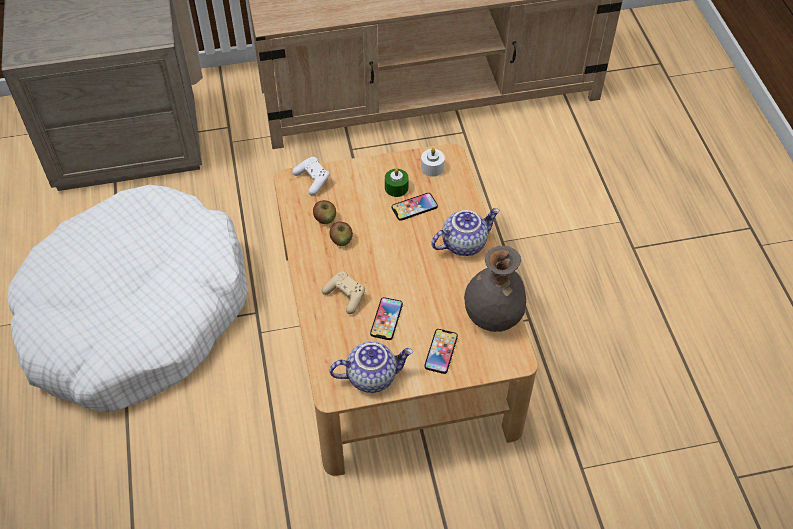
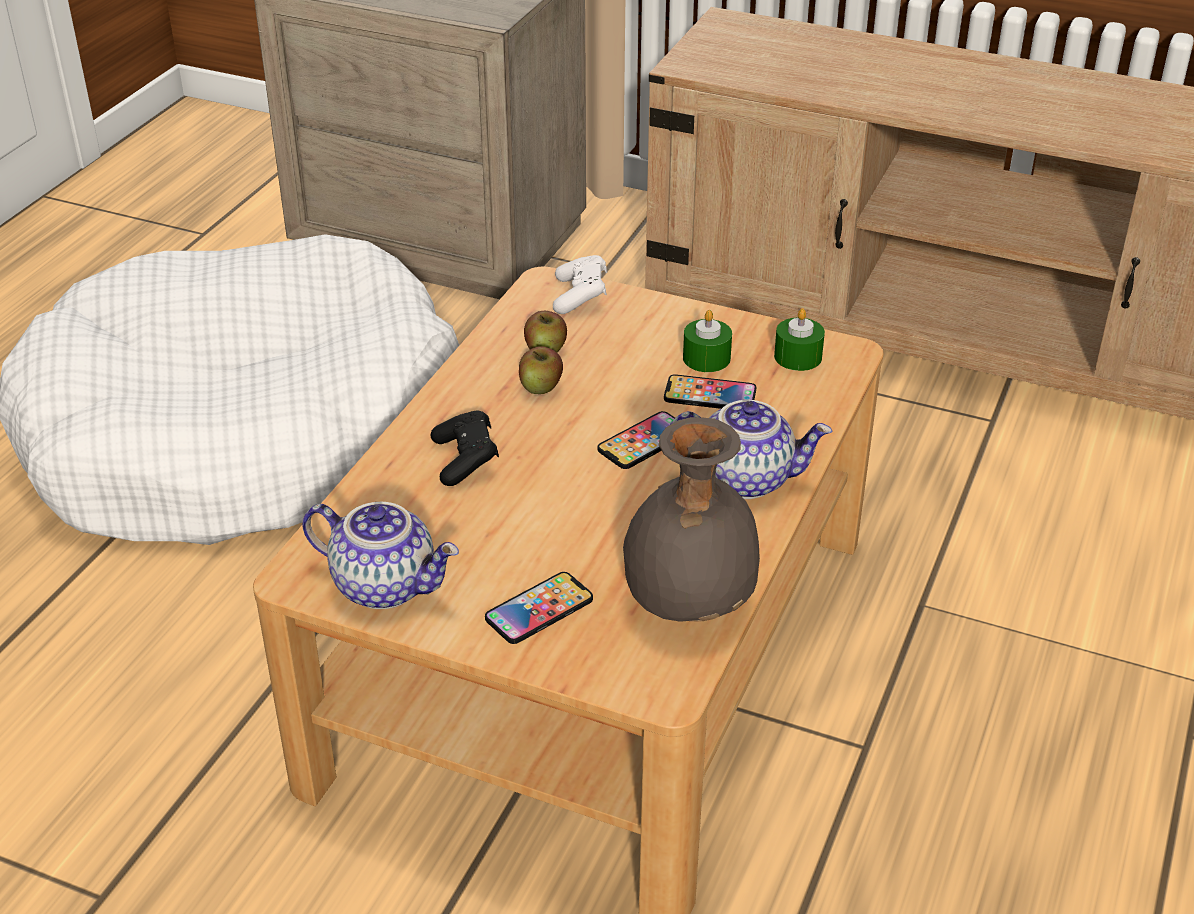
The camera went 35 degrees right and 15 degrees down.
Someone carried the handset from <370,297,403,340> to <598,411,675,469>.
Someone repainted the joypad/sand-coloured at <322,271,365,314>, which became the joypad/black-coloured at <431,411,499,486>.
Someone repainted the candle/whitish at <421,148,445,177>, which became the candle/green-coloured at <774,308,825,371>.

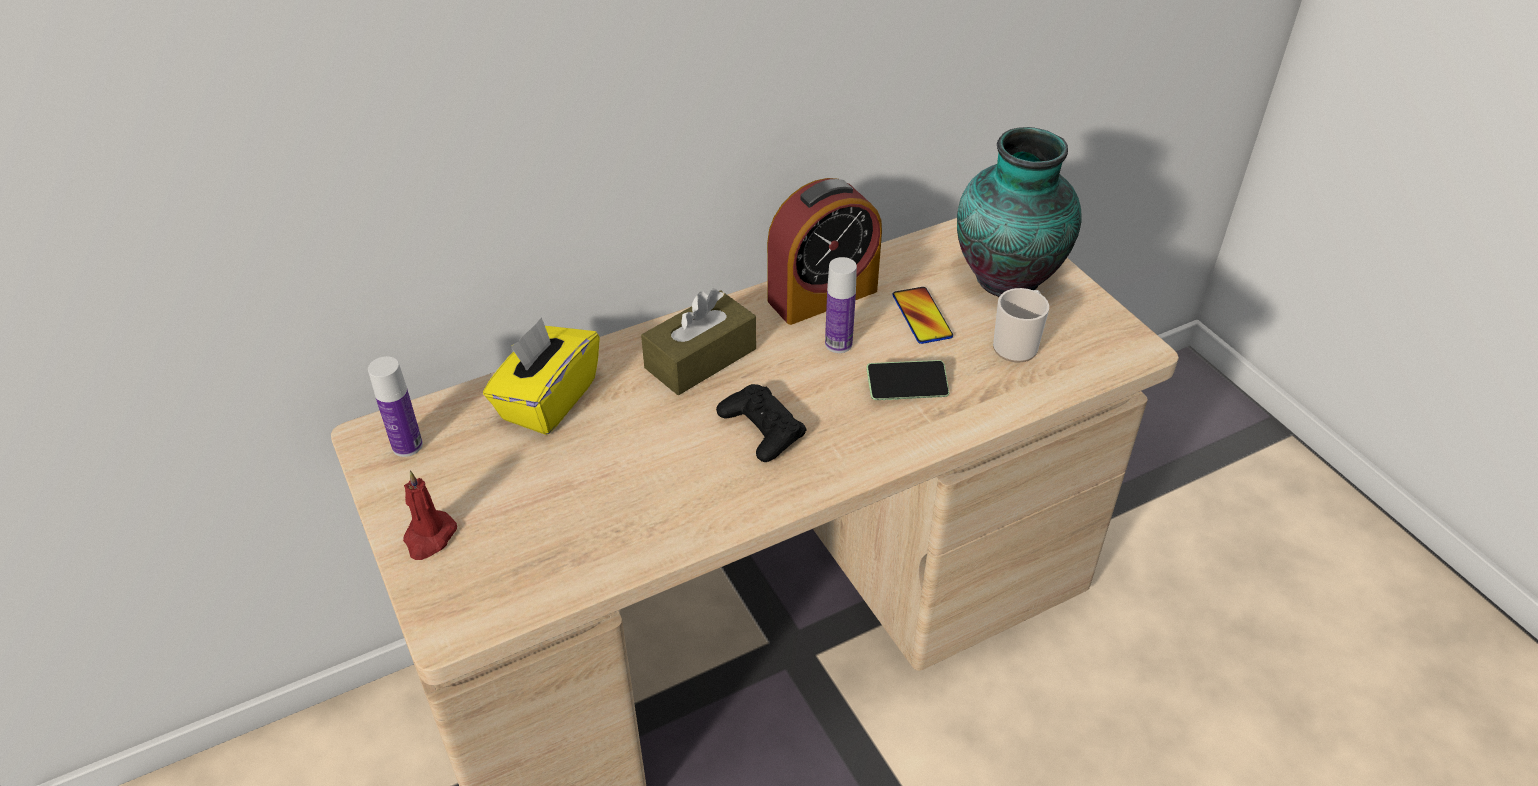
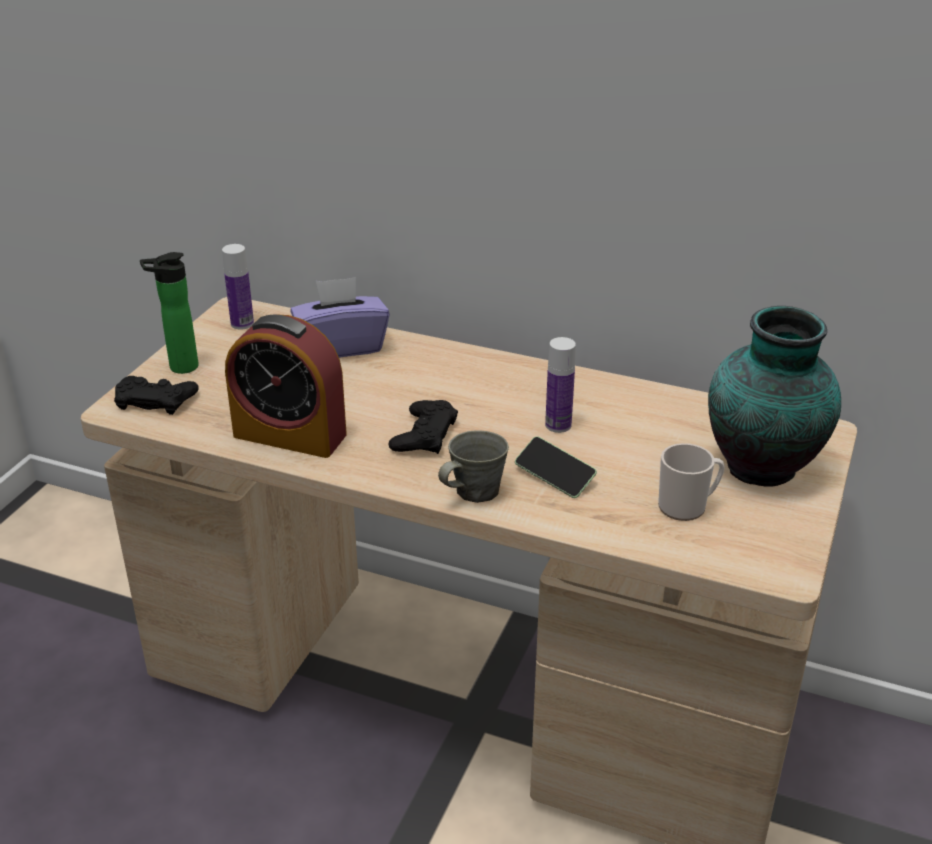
The camera went 50 degrees right and 10 degrees down.
Someone took away the tissue holder/brown-coloured at <641,289,756,395>.
Someone took away the handset at <892,287,953,344>.
Someone put down the joypad/black-coloured at <114,376,199,415>.
Someone put down the mug/greyish at <438,431,509,503>.
Someone carried the bedside clock from <767,178,882,325> to <225,314,347,458>.
Someone swapped the candle/red-coloured at <403,471,457,560> for the beverage bottle at <140,252,199,374>.
Someone repainted the tissue holder/yellow-coloured at <483,317,600,435>, which became the tissue holder/purple-coloured at <290,277,390,358>.

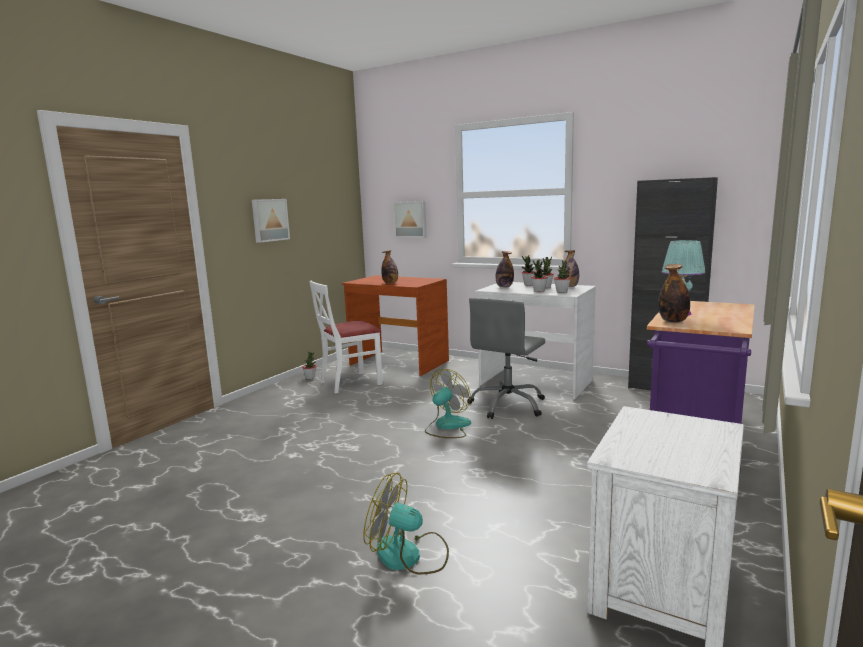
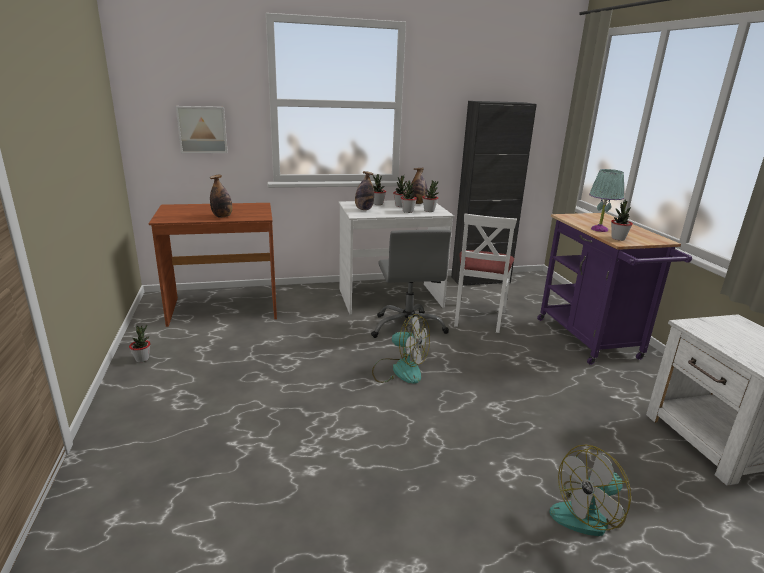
The camera went 45 degrees left and 10 degrees up.
Someone took away the wall art at <252,199,290,243>.
Someone carried the chair/whitish from <309,281,383,393> to <454,213,517,333>.
Someone swapped the beverage bottle at <658,264,690,323> for the potted plant at <611,199,633,241>.
Someone rotated the cooling fan at <425,369,471,438> by 120 degrees clockwise.

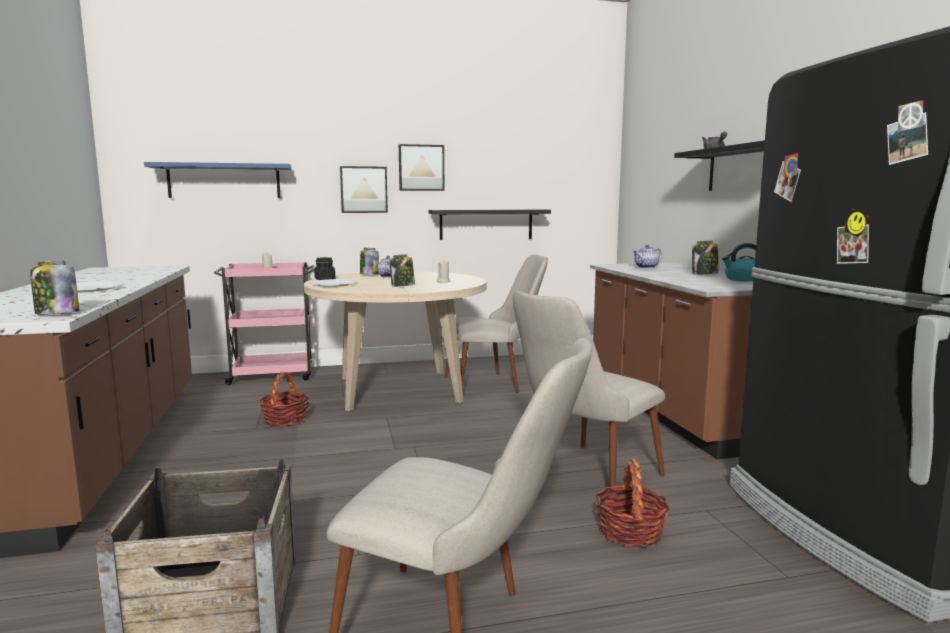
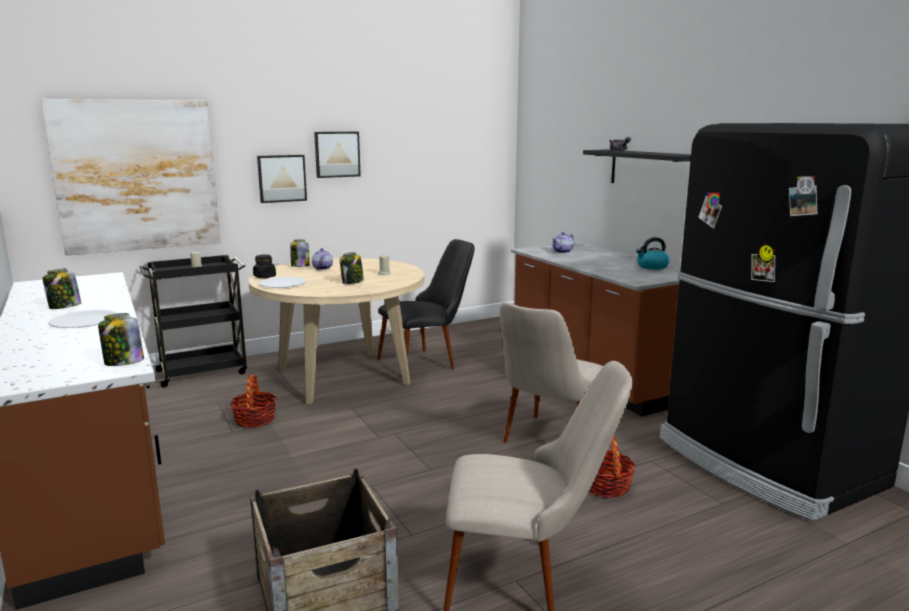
The camera went 15 degrees left and 5 degrees up.
Someone took away the shelf/black-coloured at <428,209,551,240>.
Someone carried the preserve jar from <692,240,719,275> to <43,268,81,309>.
Someone swapped the shelf/blue at <144,162,291,198> for the wall art at <41,99,221,256>.
Someone repainted the cart/pink at <214,262,315,385>, which became the cart/black-coloured at <140,255,247,388>.
Someone repainted the chair/sand-coloured at <444,254,548,393>, which became the chair/black-coloured at <377,239,475,370>.

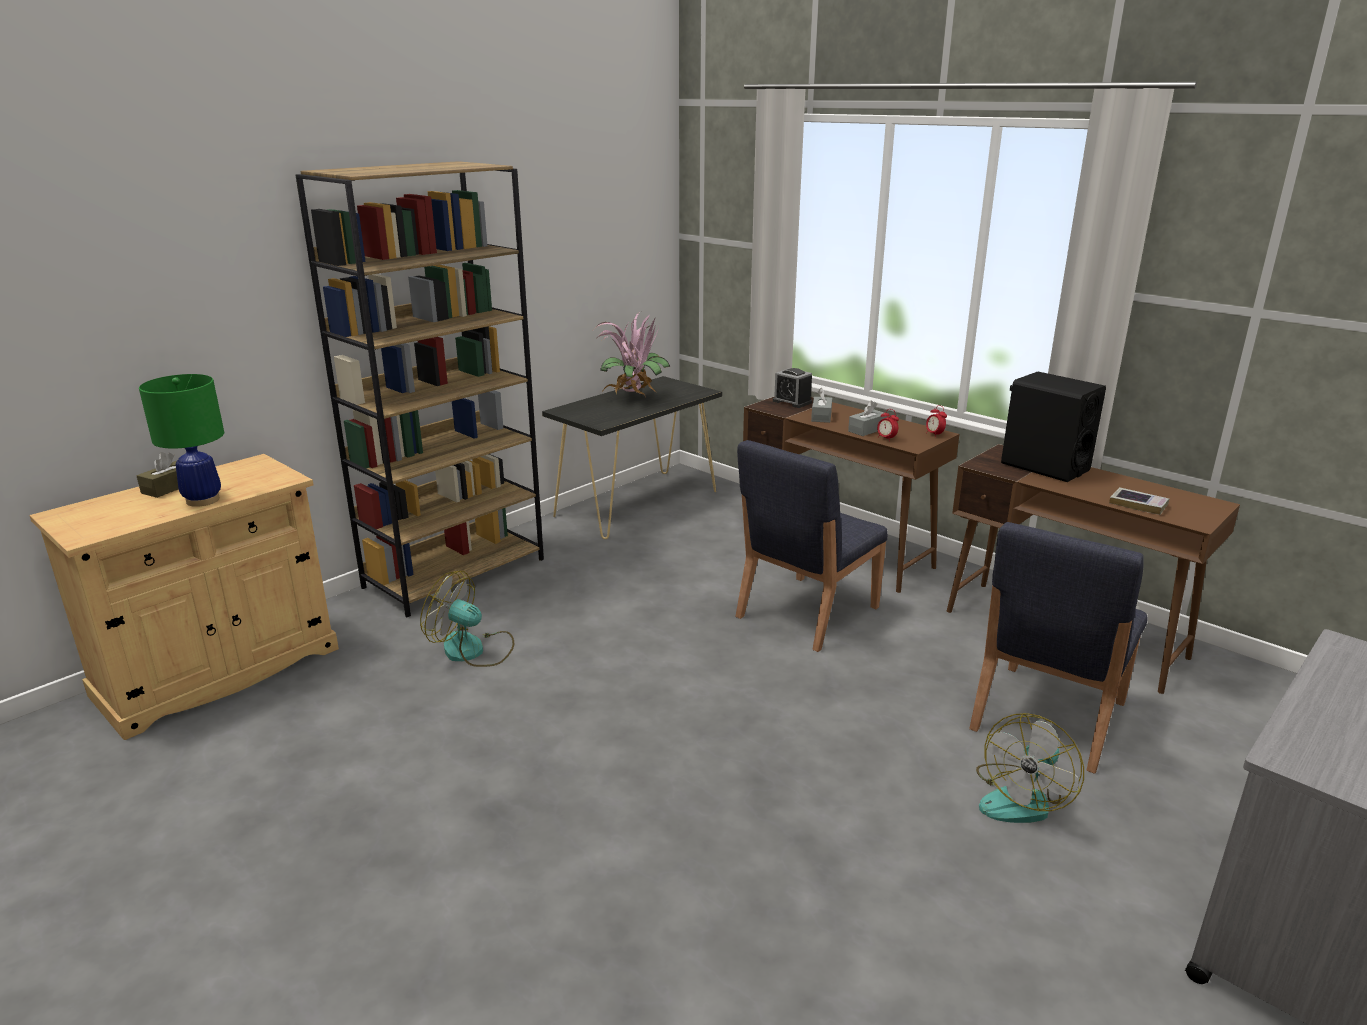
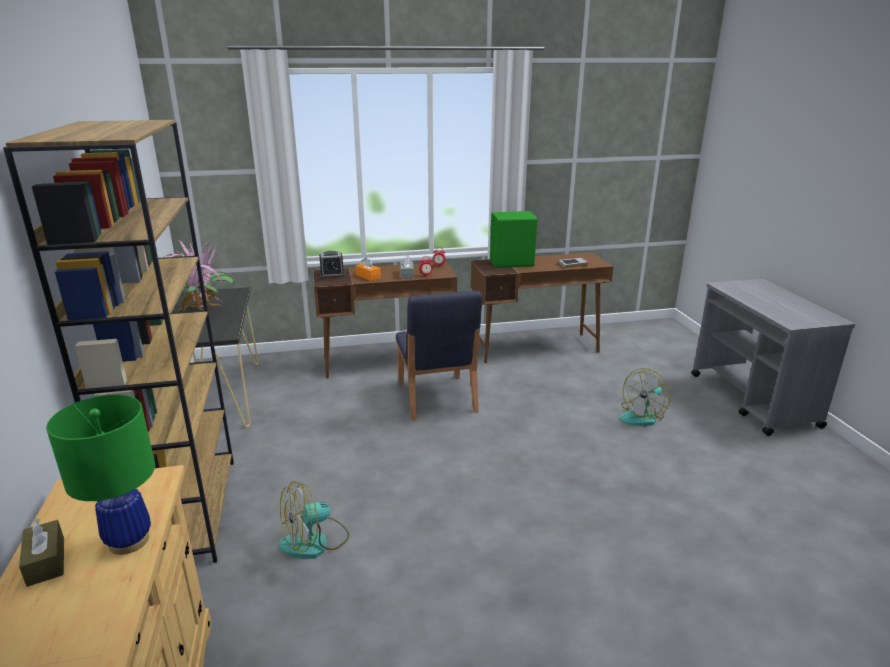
The camera went 55 degrees left and 0 degrees up.
Someone took away the chair/blue at <969,522,1148,774>.
Someone repainted the tissue holder/greyish at <811,387,832,423>, which became the tissue holder/orange-coloured at <356,257,381,281>.
Someone repainted the audio speaker/black-coloured at <1001,372,1106,482>, which became the audio speaker/green-coloured at <490,211,537,268>.
Someone rotated the cooling fan at <976,713,1084,823> by 60 degrees clockwise.

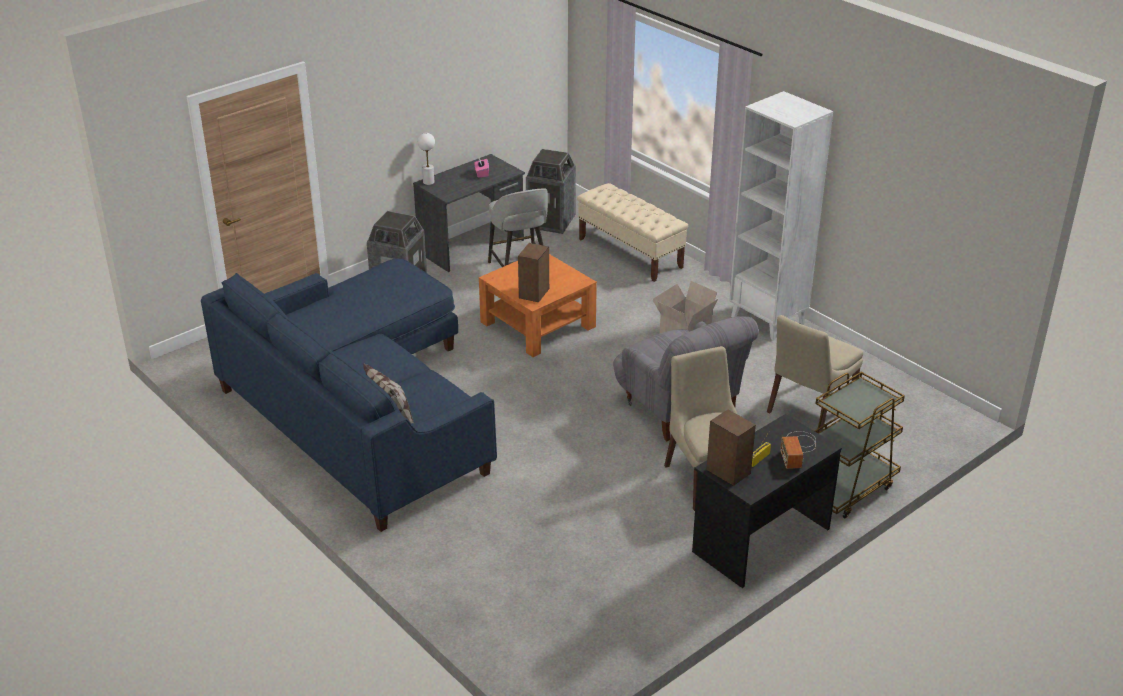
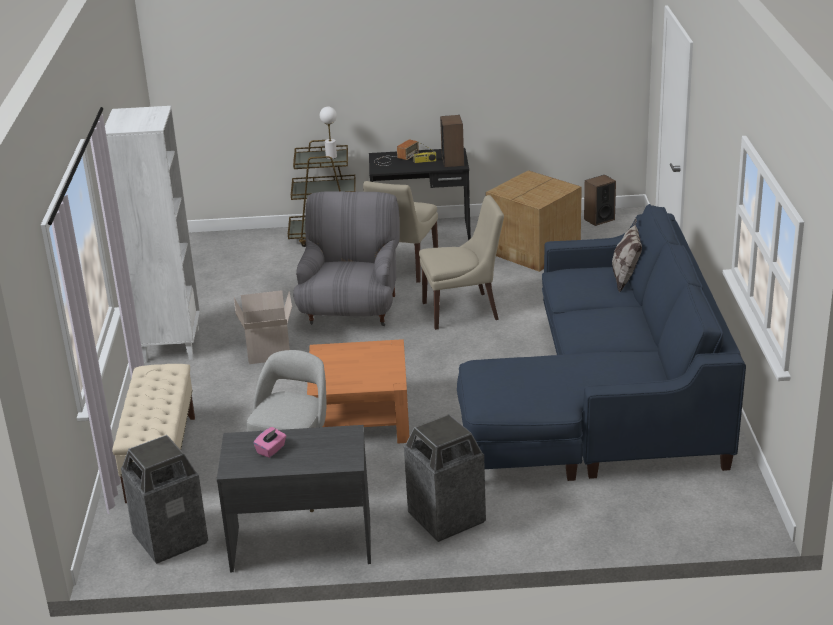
The camera went 140 degrees left and 5 degrees down.
Someone put down the carton at <486,170,582,272>.
Someone carried the table lamp/whitish from <418,133,435,185> to <320,107,337,159>.
Someone carried the audio speaker from <518,243,549,302> to <584,175,616,226>.
Someone carried the chair/sand-coloured from <767,315,863,432> to <419,195,504,330>.

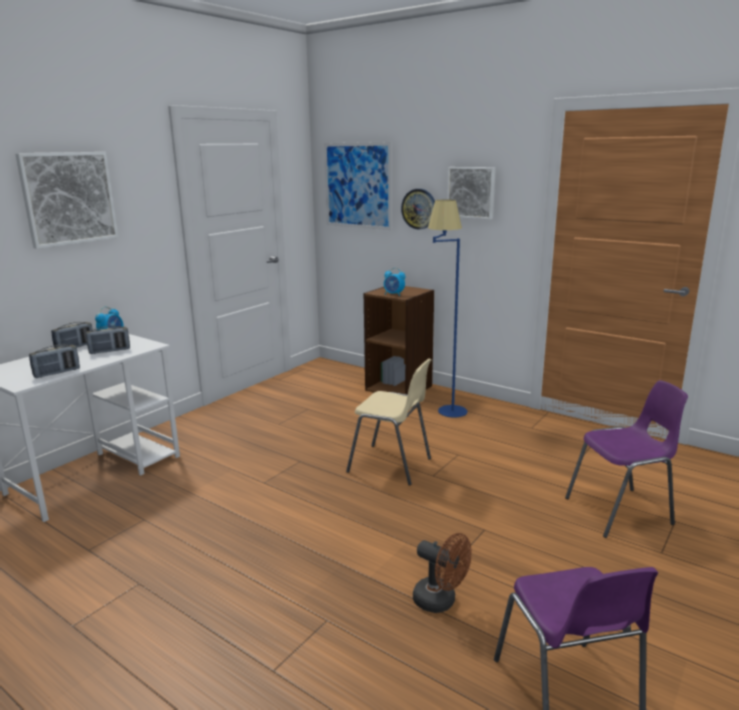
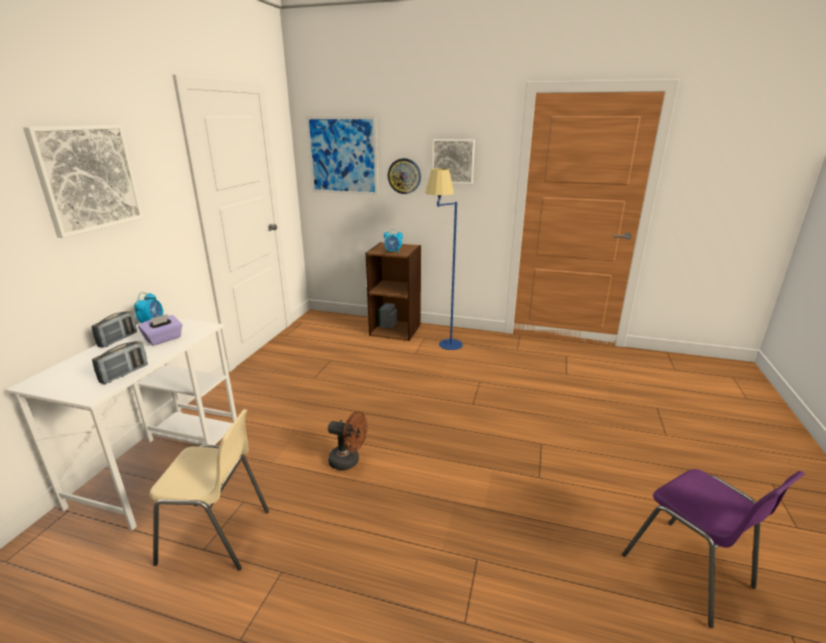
The camera went 20 degrees left and 5 degrees up.
Someone took away the chair/purple-coloured at <565,380,688,538>.
Someone carried the chair/sand-coloured from <346,358,431,486> to <149,409,269,571>.
Someone carried the cooling fan/brown-coloured from <413,533,471,613> to <328,411,367,470>.
Someone swapped the radio at <86,326,130,354> for the tissue holder/purple-coloured at <138,314,182,346>.

